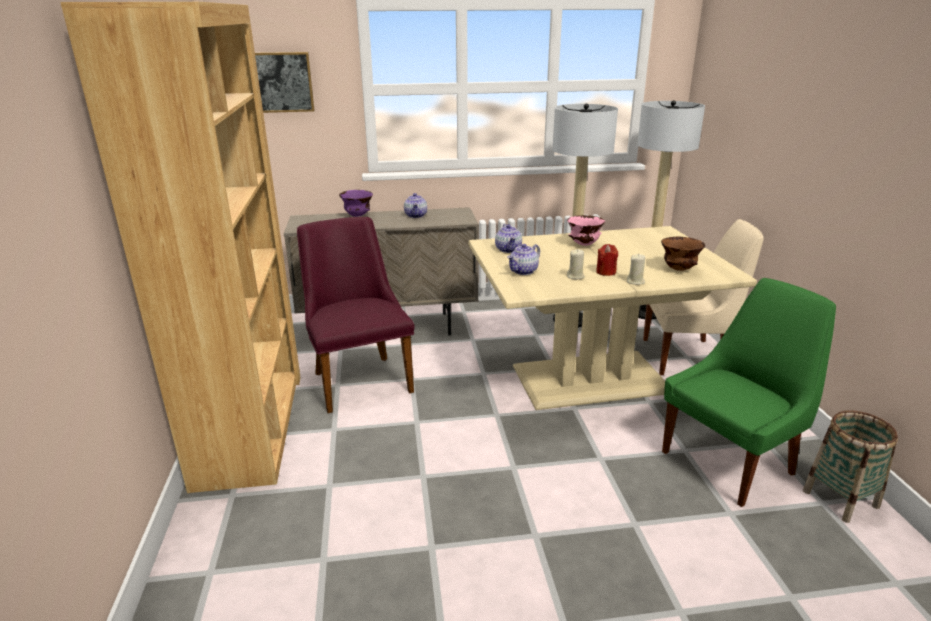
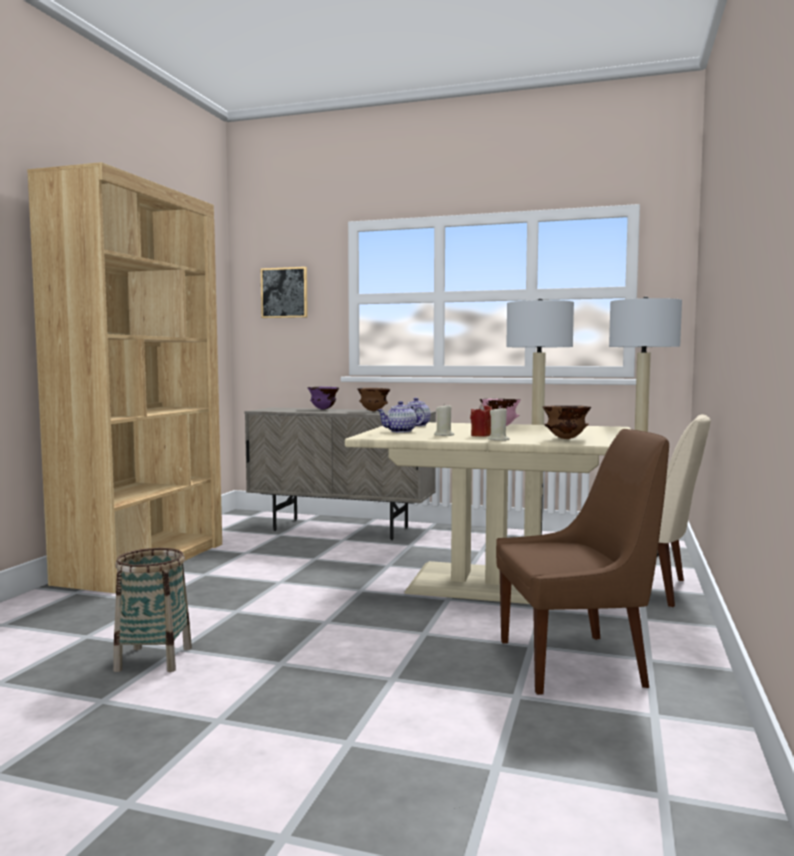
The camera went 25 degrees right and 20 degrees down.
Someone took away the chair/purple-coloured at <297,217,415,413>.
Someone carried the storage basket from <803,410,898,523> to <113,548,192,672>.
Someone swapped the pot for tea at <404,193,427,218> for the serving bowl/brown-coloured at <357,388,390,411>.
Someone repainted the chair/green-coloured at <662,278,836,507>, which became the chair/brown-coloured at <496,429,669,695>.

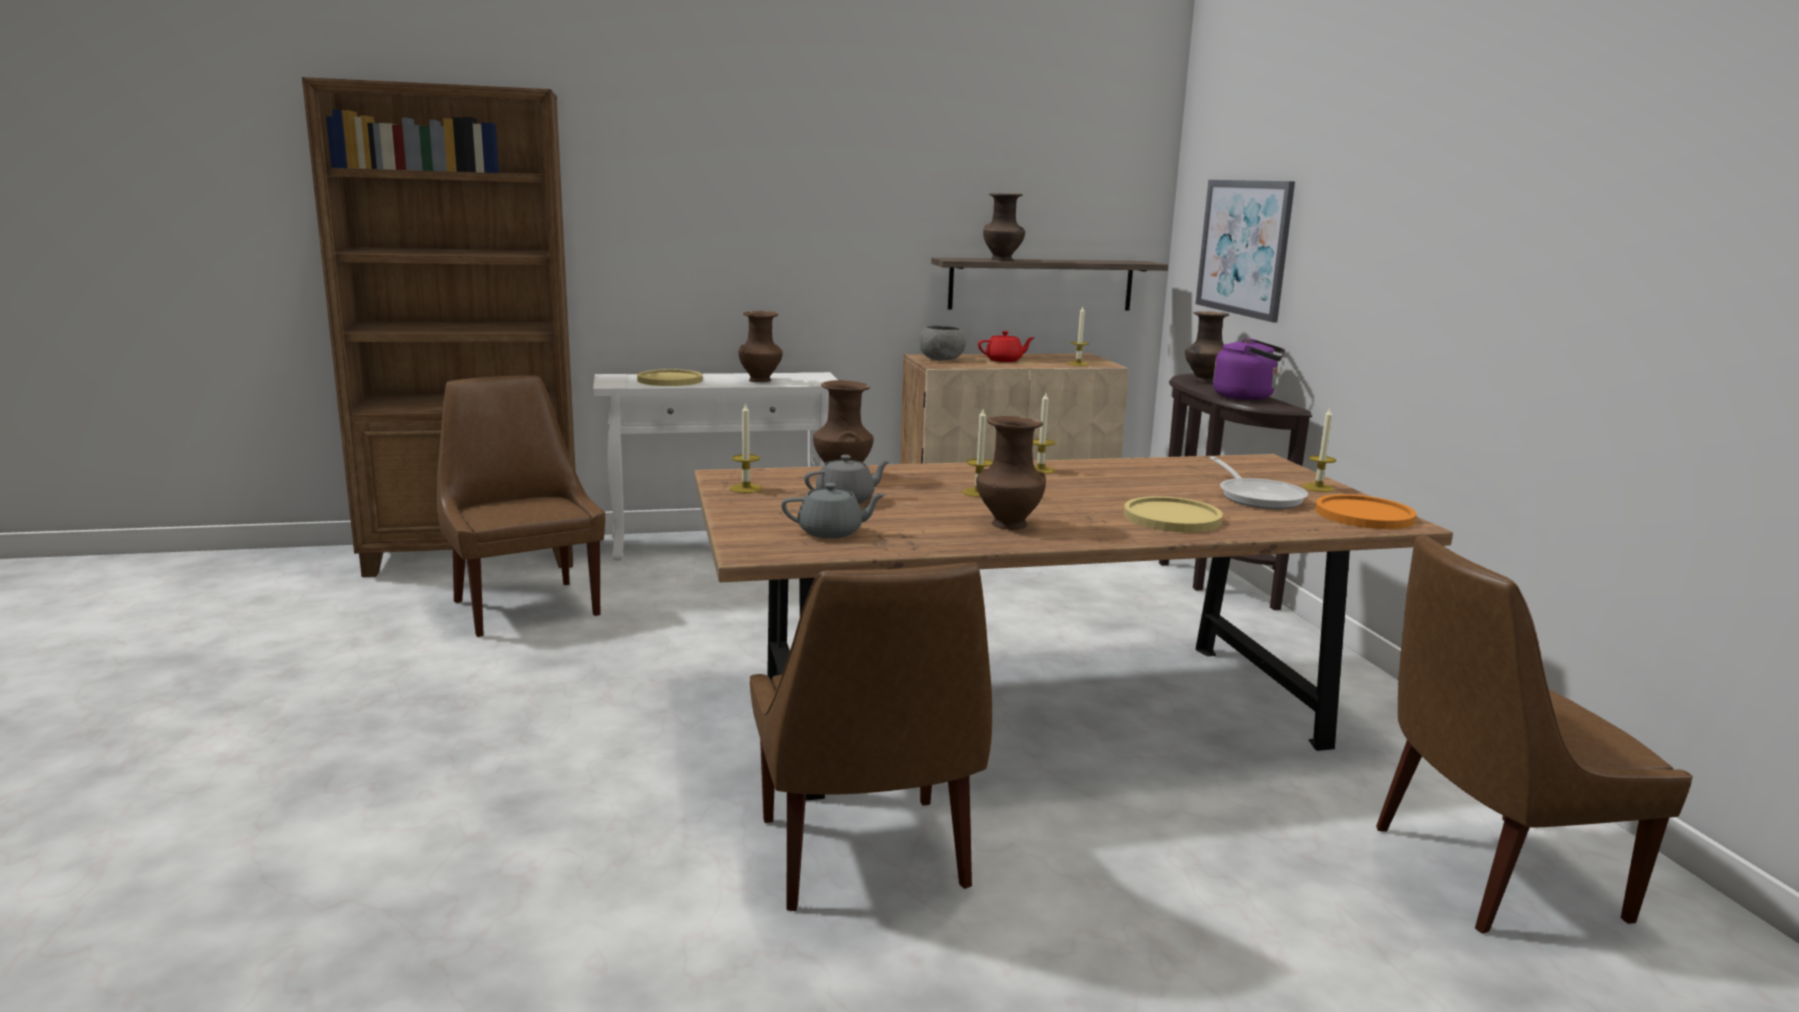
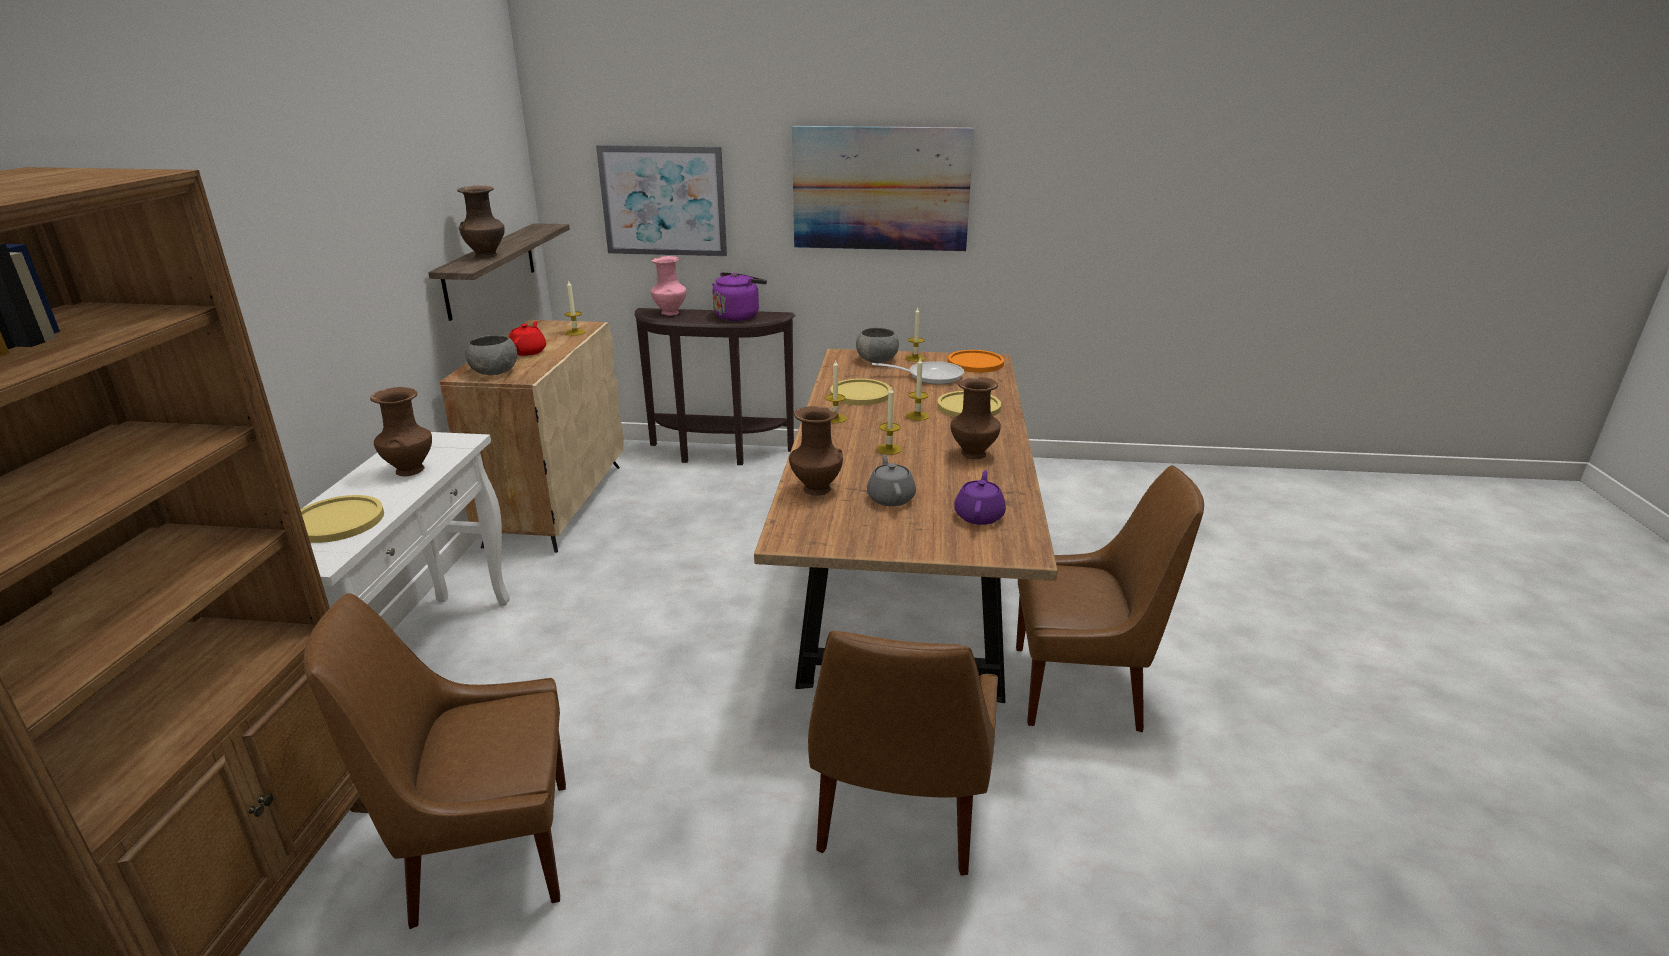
The camera went 70 degrees left and 10 degrees up.
Someone put up the wall art at <792,126,974,251>.
Someone put down the plate/yellow-coloured at <830,378,891,405>.
Someone put down the serving bowl/greyish at <856,328,899,363>.
Someone carried the candle from <730,402,763,493> to <906,358,929,421>.
Someone carried the chair/brown-coloured from <1376,534,1693,934> to <808,631,998,876>.
Someone repainted the pot for tea/greyish at <781,483,886,539>, which became the pot for tea/purple-coloured at <954,470,1006,525>.
Someone repainted the decorative vase/brown-coloured at <1185,312,1229,382>, which became the decorative vase/pink at <651,256,687,316>.

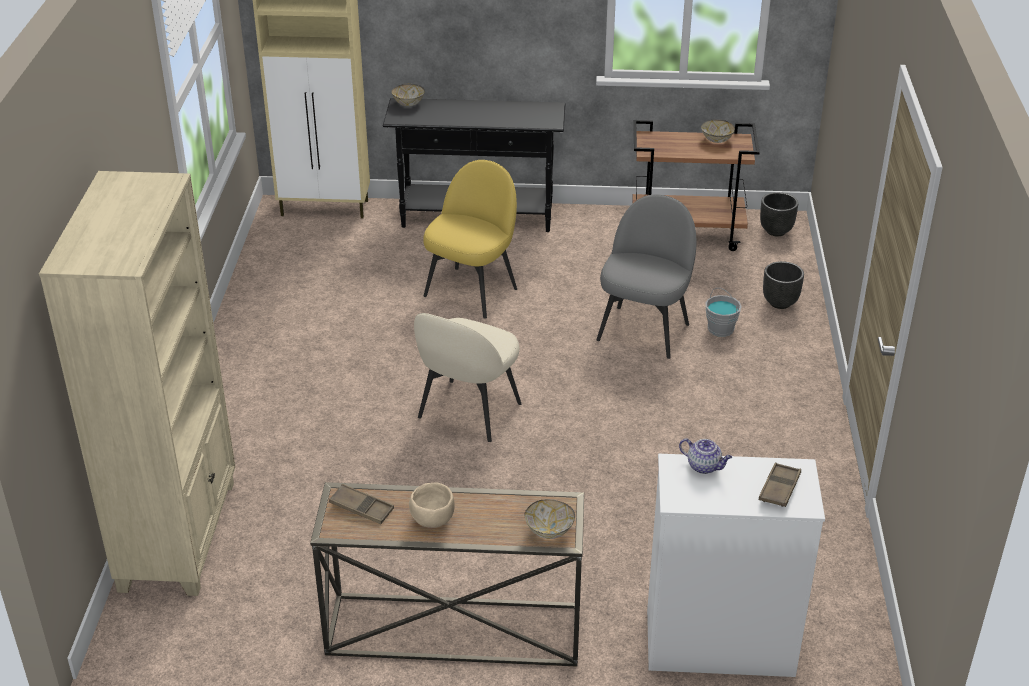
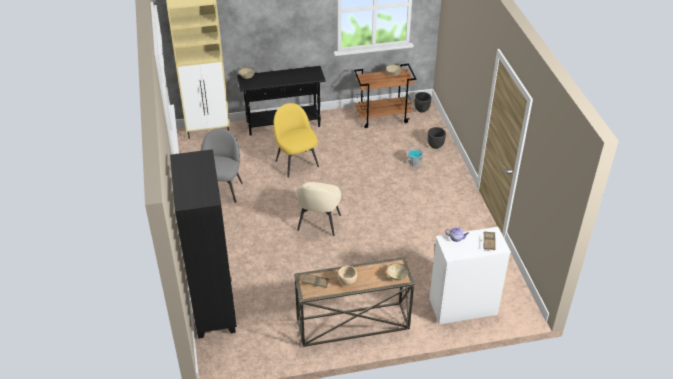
The camera went 15 degrees left and 5 degrees up.
Someone carried the chair/greyish from <597,195,697,359> to <201,128,243,203>.
Someone repainted the shelving unit/sand-coloured at <39,171,235,596>, which became the shelving unit/black-coloured at <170,149,237,339>.
Someone rotated the chair/yellow-coloured at <423,160,517,319> by 45 degrees counterclockwise.

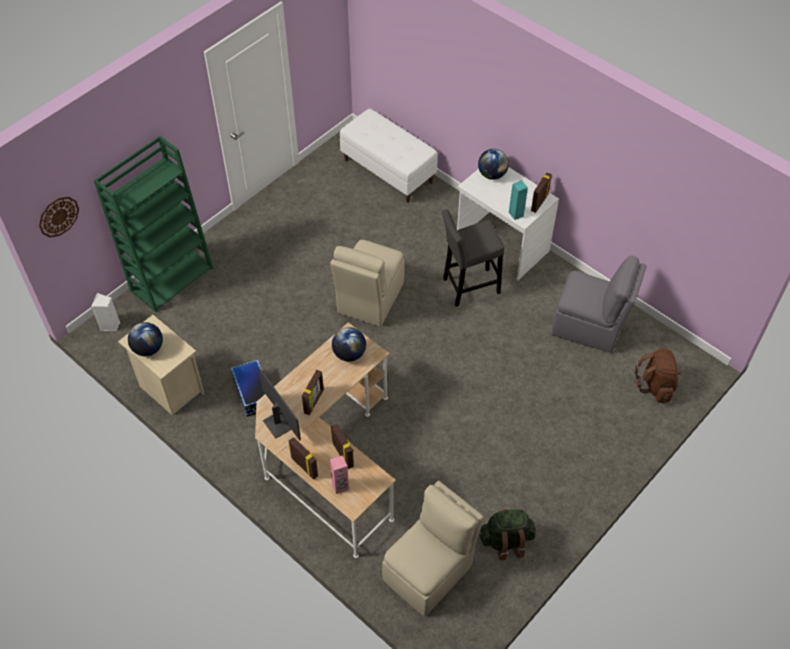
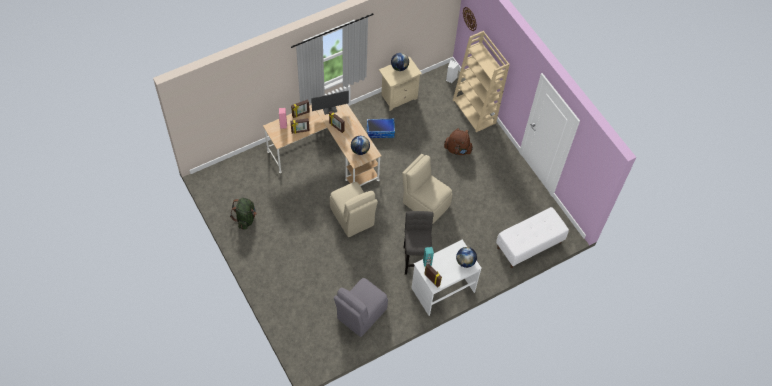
The camera went 105 degrees right and 5 degrees up.
Someone carried the chair/sand-coloured from <382,481,484,616> to <330,182,378,237>.
Someone carried the backpack/brown-coloured from <635,349,682,403> to <444,128,473,155>.
Someone repainted the shelving unit/green-coloured at <94,136,213,312>, which became the shelving unit/sand-coloured at <453,31,510,132>.

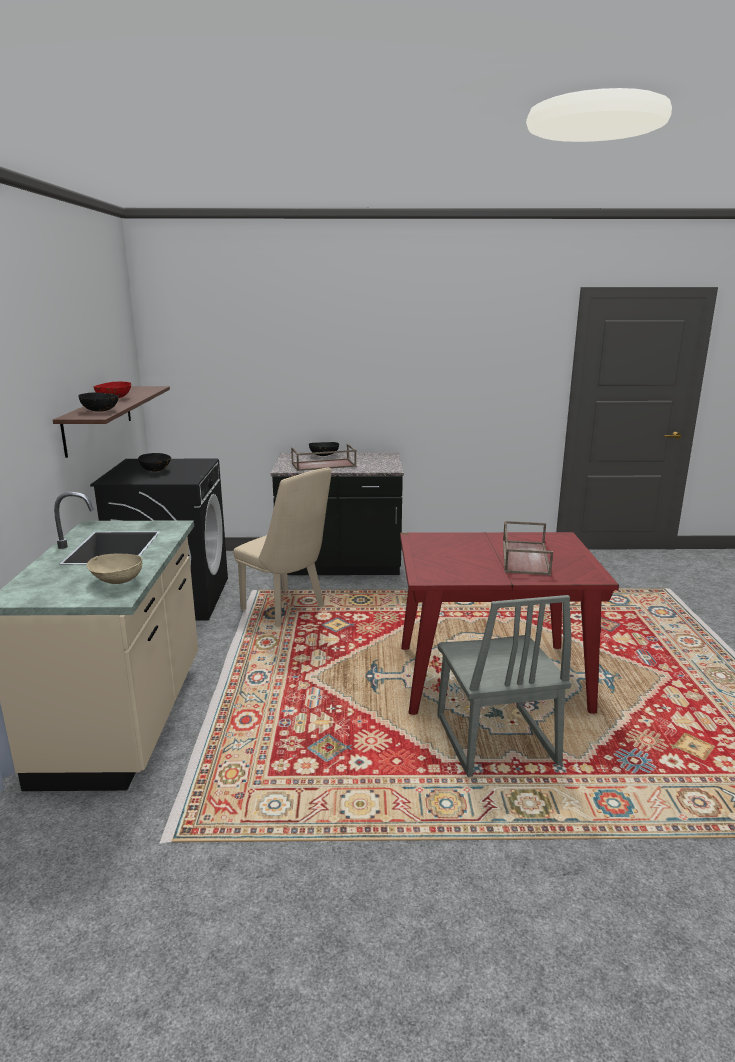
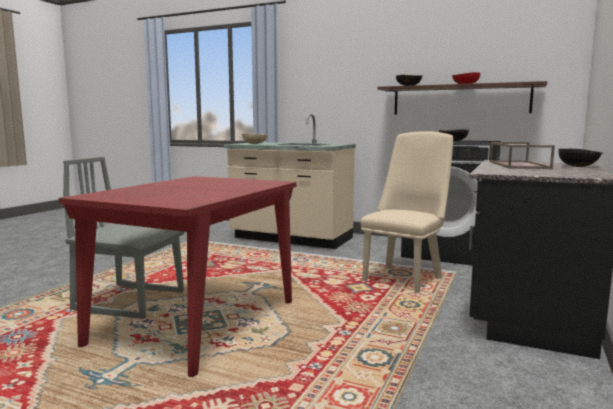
The camera went 115 degrees right and 10 degrees down.
Someone took away the serving tray/brown-coloured at <503,521,553,576>.
Someone rotated the chair/sand-coloured at <233,468,331,627> by 150 degrees clockwise.

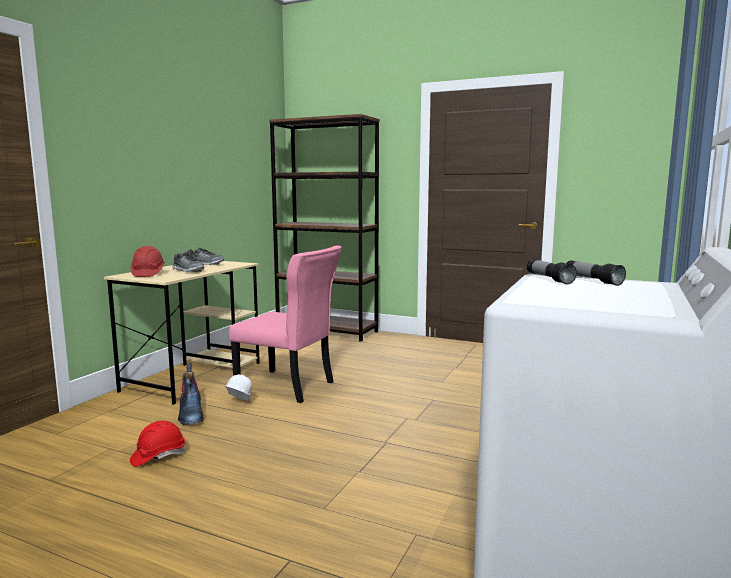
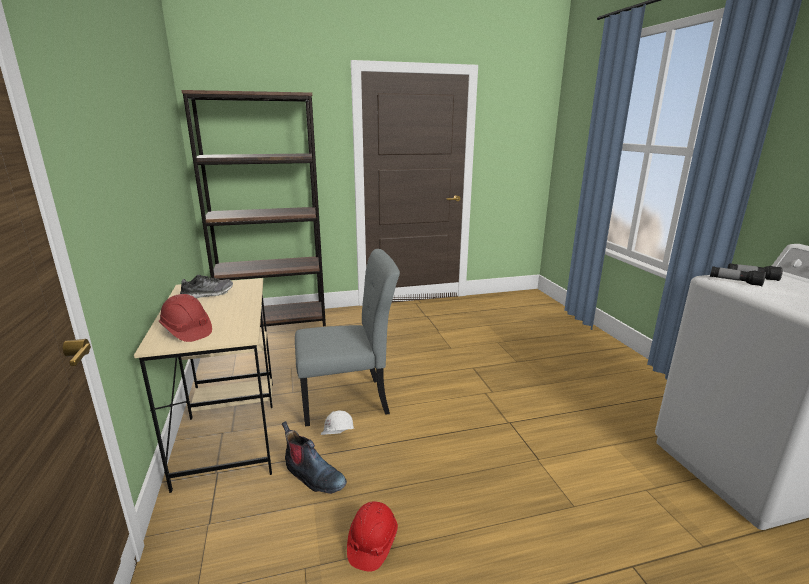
The camera went 40 degrees left and 10 degrees up.
Someone took away the shoe at <173,252,204,272>.
Someone repainted the chair/pink at <229,245,342,403>, which became the chair/greyish at <295,249,400,427>.

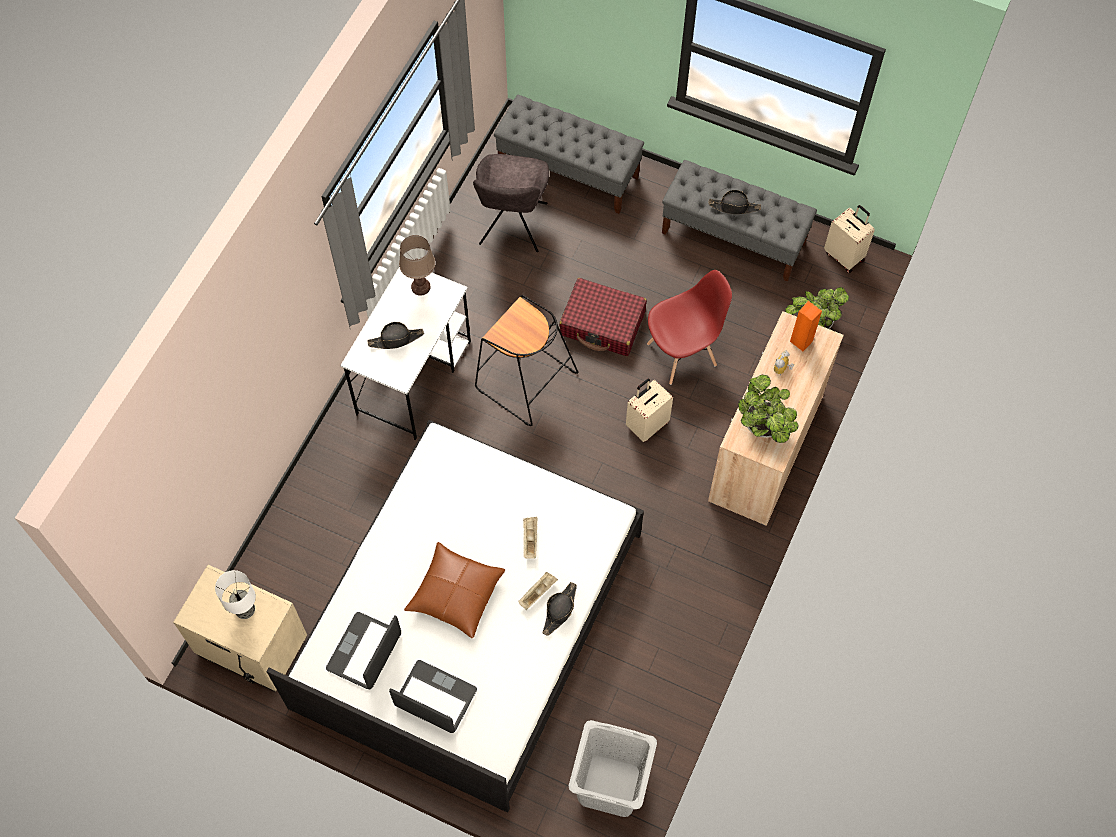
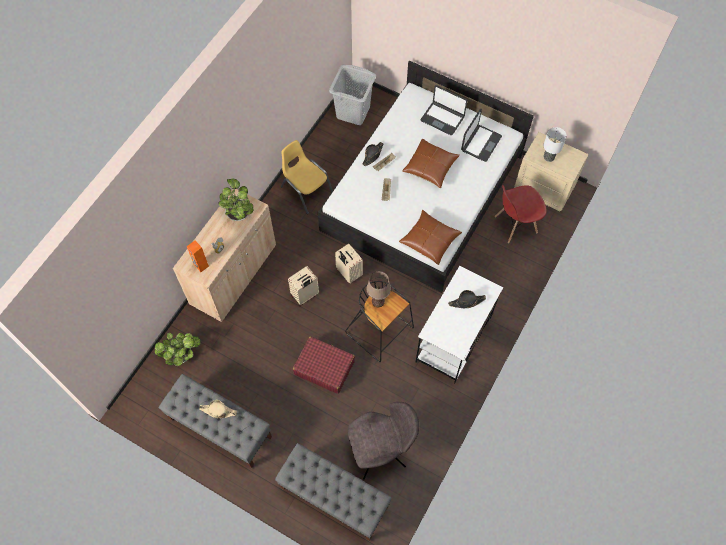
The camera went 175 degrees left and 0 degrees up.
Someone put down the chair/yellow-coloured at <281,140,333,214>.
Someone put down the pillow/brown-coloured at <399,210,462,265>.
Someone carried the table lamp/brown-coloured from <399,235,435,296> to <367,271,391,307>.
Someone carried the chair/red-coloured from <647,270,732,385> to <495,185,547,243>.
Someone carried the travel case/sand-coloured from <824,205,875,273> to <335,244,363,284>.
Someone repainted the wearable hat/black-coloured at <708,190,761,214>, which became the wearable hat/sand-coloured at <199,400,237,418>.
Someone rotated the chair/greyish at <473,154,549,252> by 60 degrees clockwise.

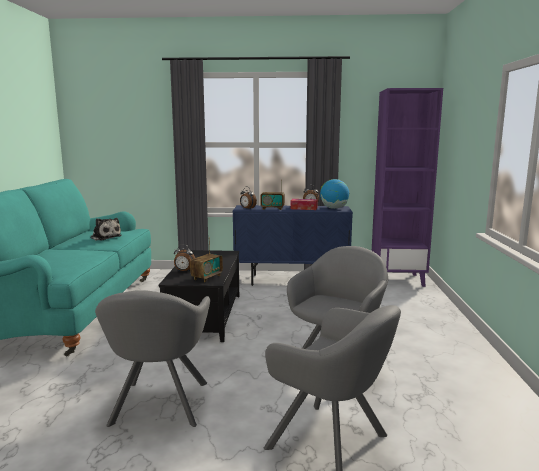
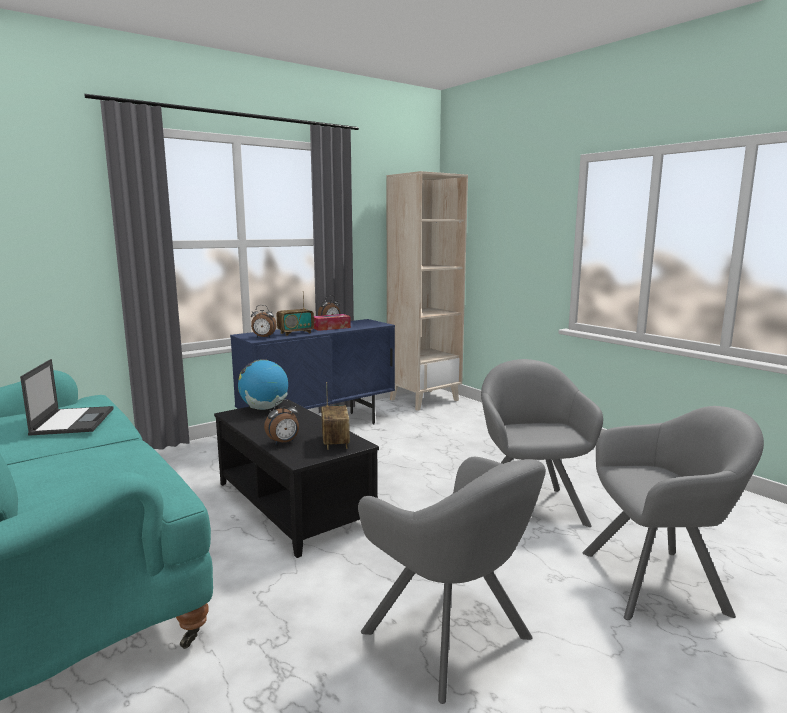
The camera went 40 degrees left and 0 degrees up.
Someone carried the desk globe from <320,179,349,209> to <238,359,288,410>.
Someone swapped the cuddly toy at <90,218,122,240> for the laptop at <20,359,113,436>.
Someone repainted the shelving unit/purple-coloured at <372,88,443,287>, which became the shelving unit/sand-coloured at <386,171,468,411>.

